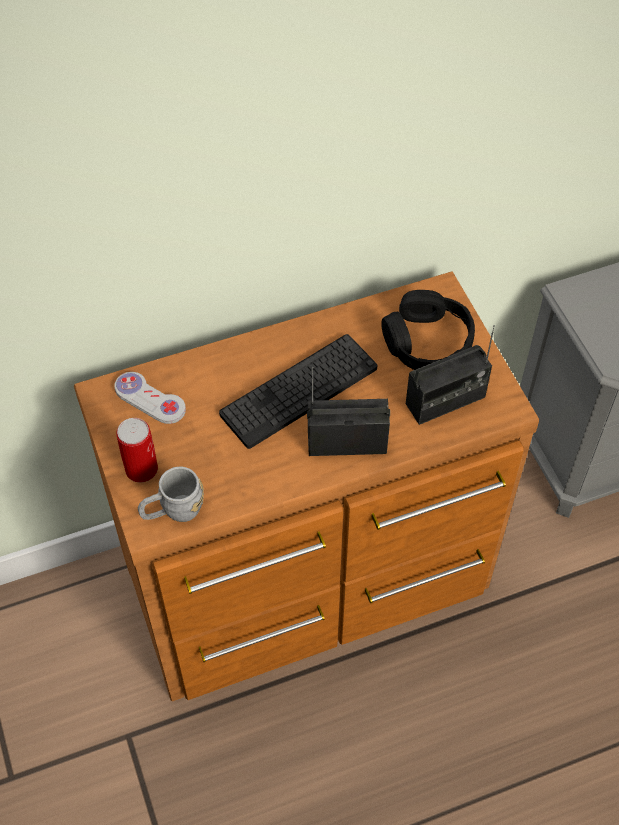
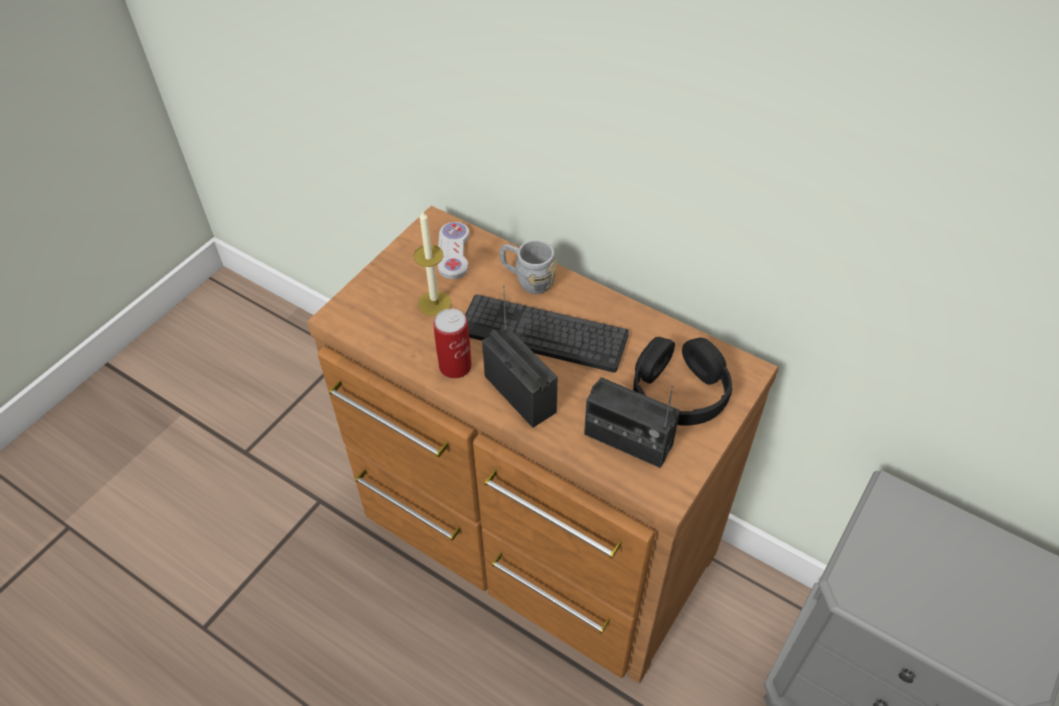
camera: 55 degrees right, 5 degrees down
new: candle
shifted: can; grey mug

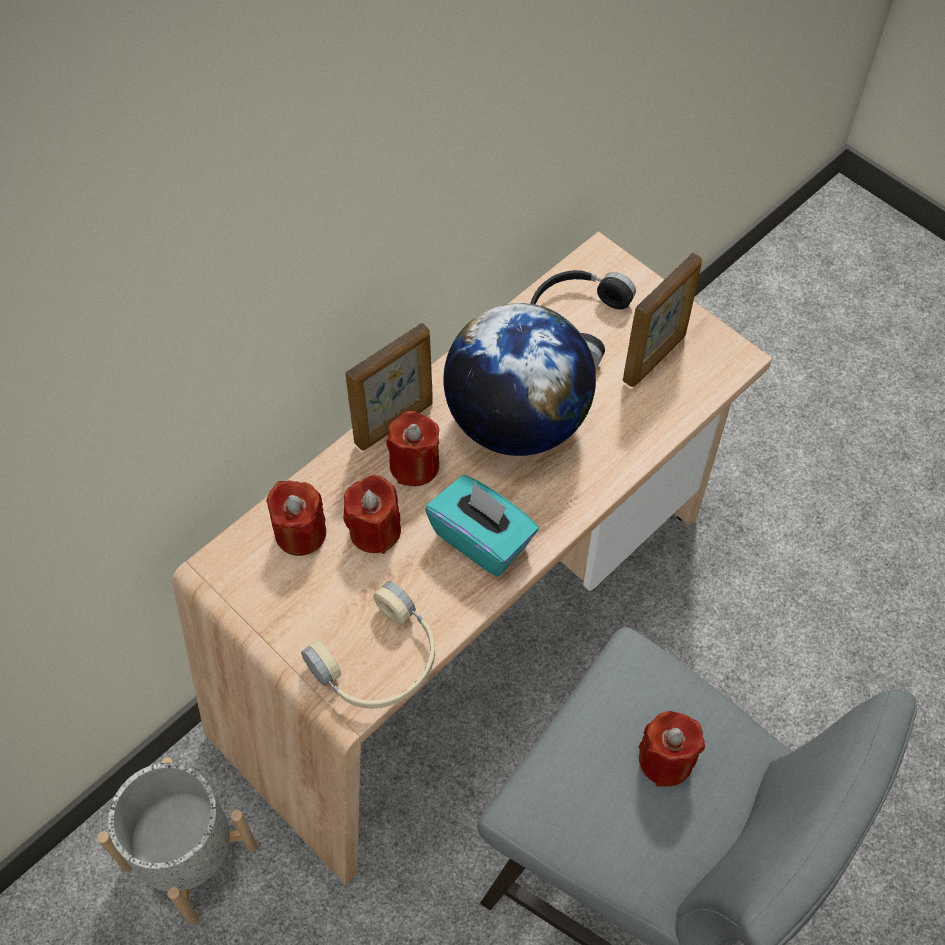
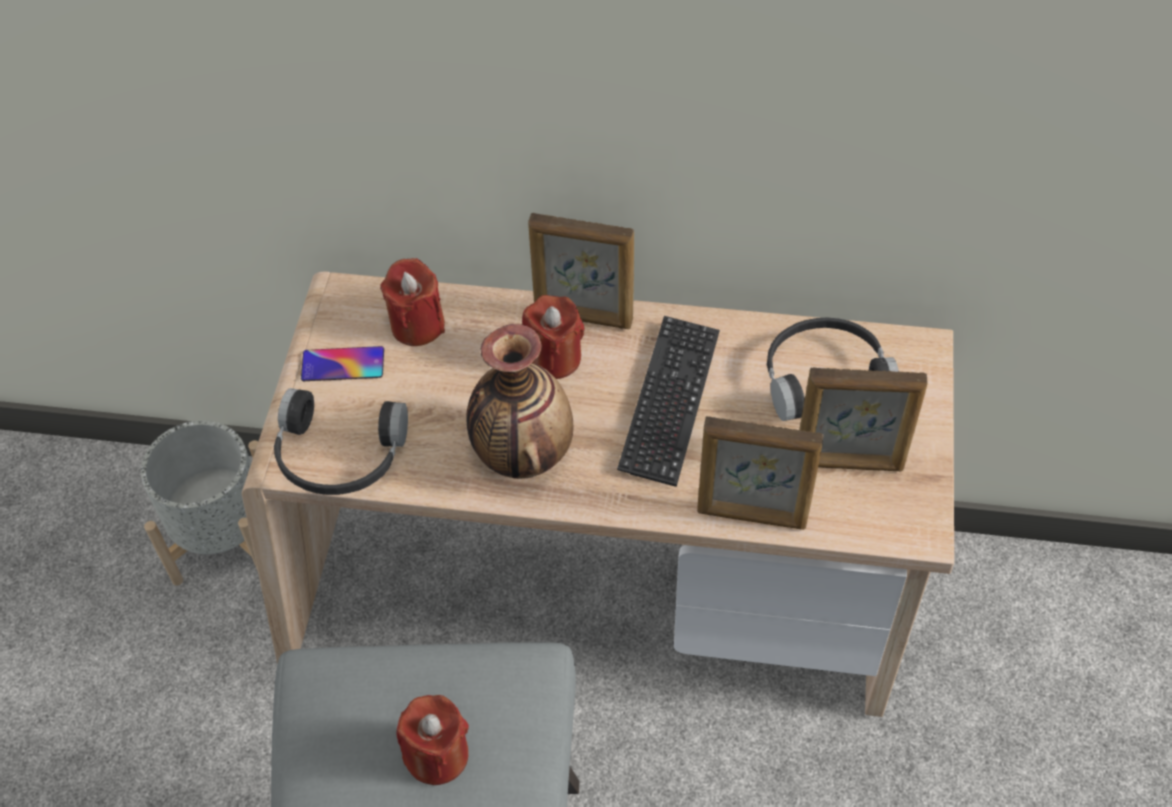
camera: 55 degrees right, 5 degrees down
gone: red candle (no. 2 from left)
new: phone; picture frame (no. 2 from left)
swapped: turquoise tissue box to vase; globe to keyboard
repainted: beige headphones to black headphones (no. 1 from left)

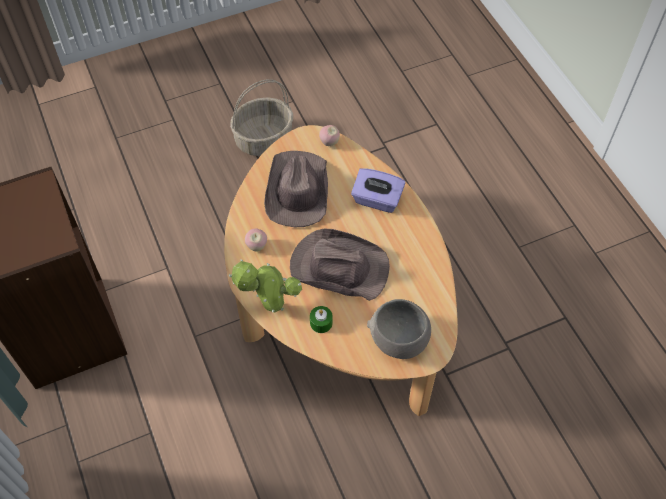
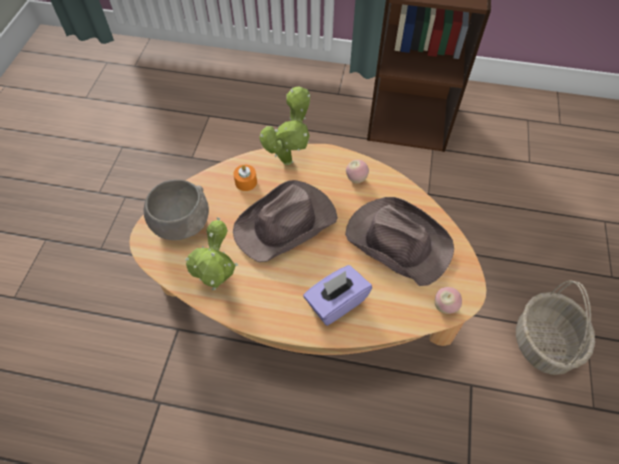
camera: 125 degrees right, 0 degrees up
new: potted plant (no. 1 from left)
repainted: green candle to orange candle

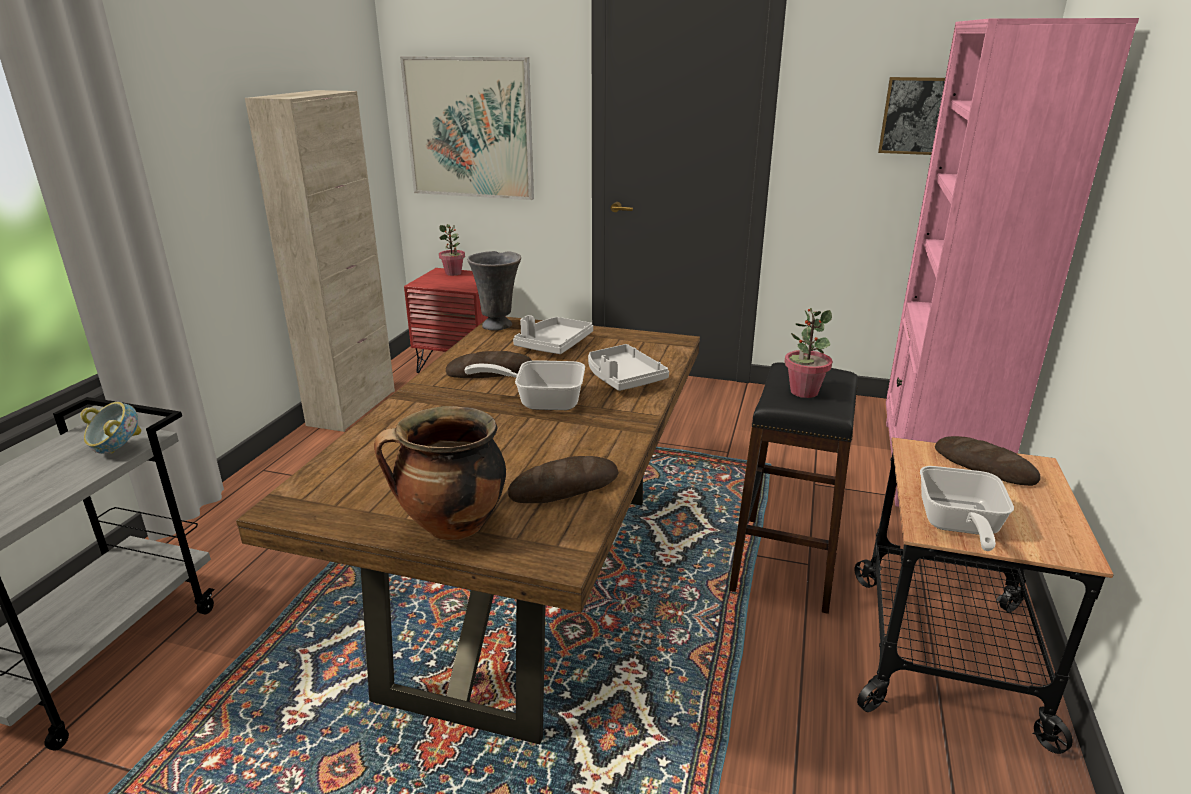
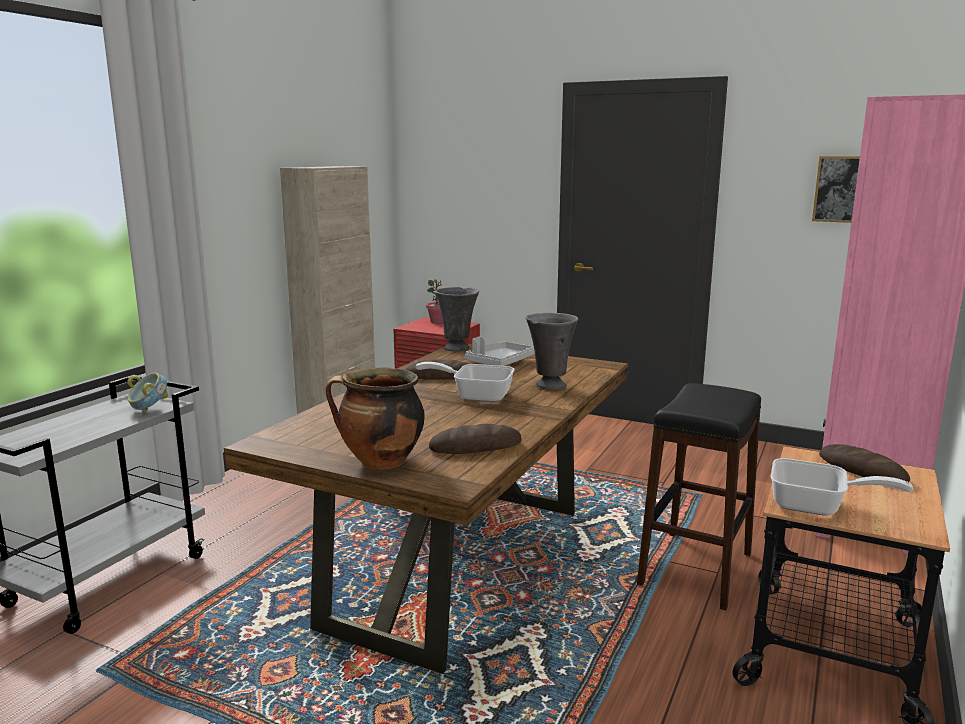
camera: 10 degrees right, 10 degrees down
gone: picture (no. 1 from left); potted plant (no. 2 from left)
swapped: grey tray (no. 2 from left) to grey vase (no. 2 from left)
rotated: frying pan (no. 2 from left) 90 degrees counterclockwise

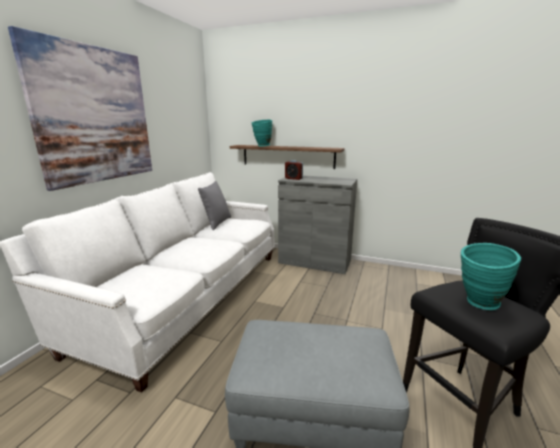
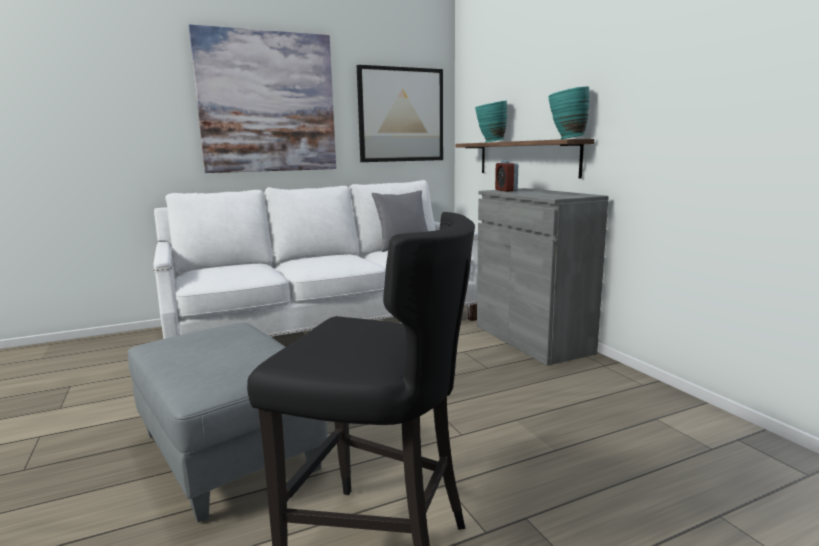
camera: 45 degrees right, 5 degrees down
new: picture (no. 2 from left)
shifted: turquoise vase (no. 2 from left)

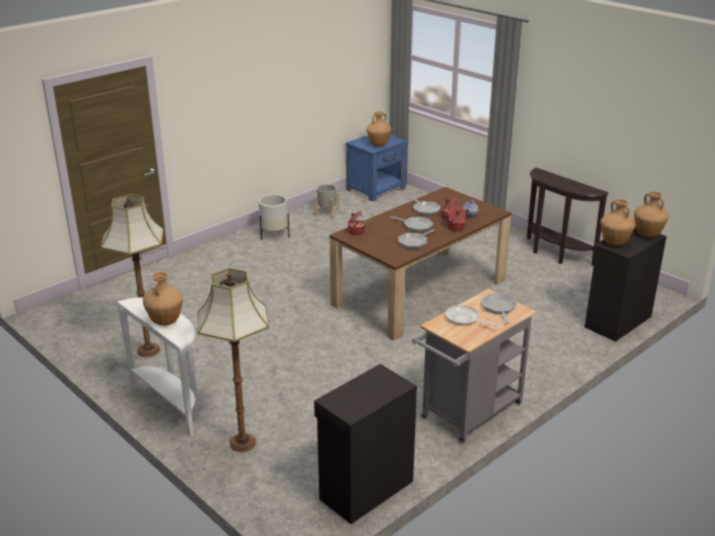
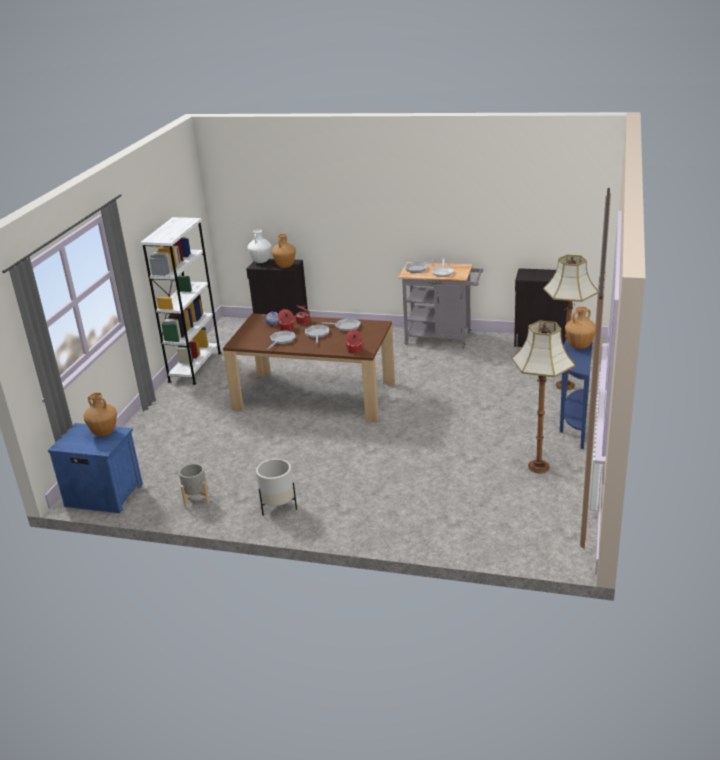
camera: 120 degrees left, 0 degrees up
swapped: brown console table to white bookcase
repainted: white console table to blue console table; brown vase (no. 4 from left) to white vase

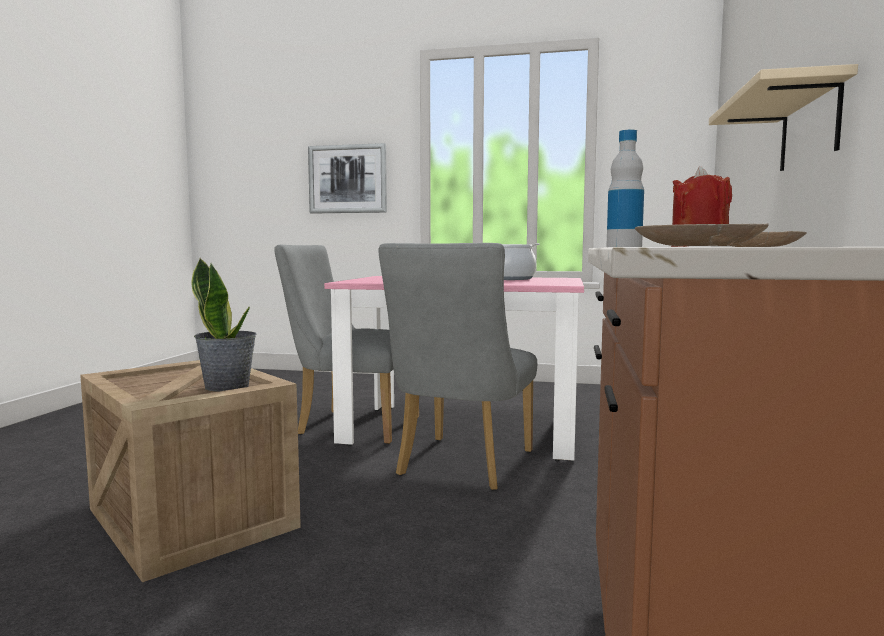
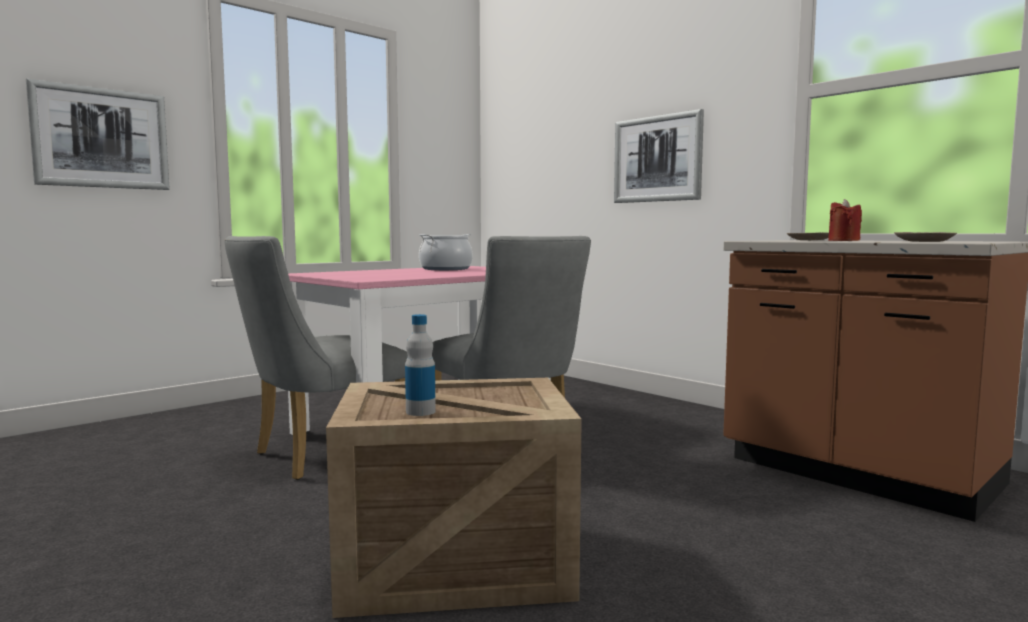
camera: 55 degrees left, 0 degrees up
gone: potted plant
shifted: bottle
swapped: beige shelf to picture (no. 2 from left)

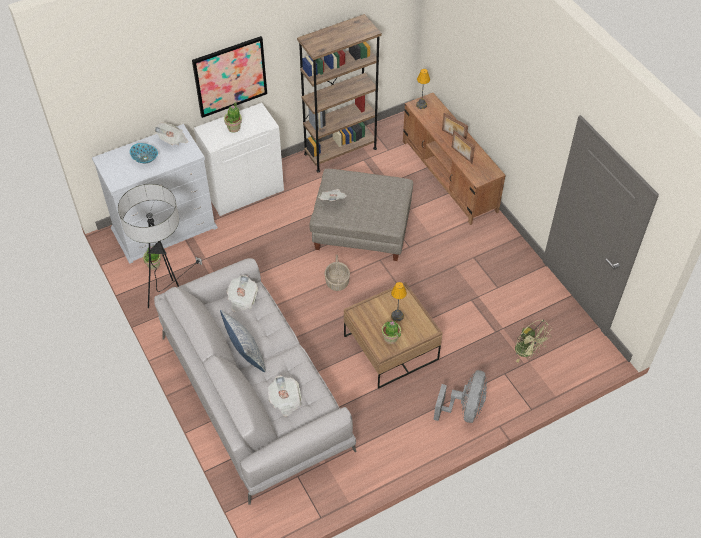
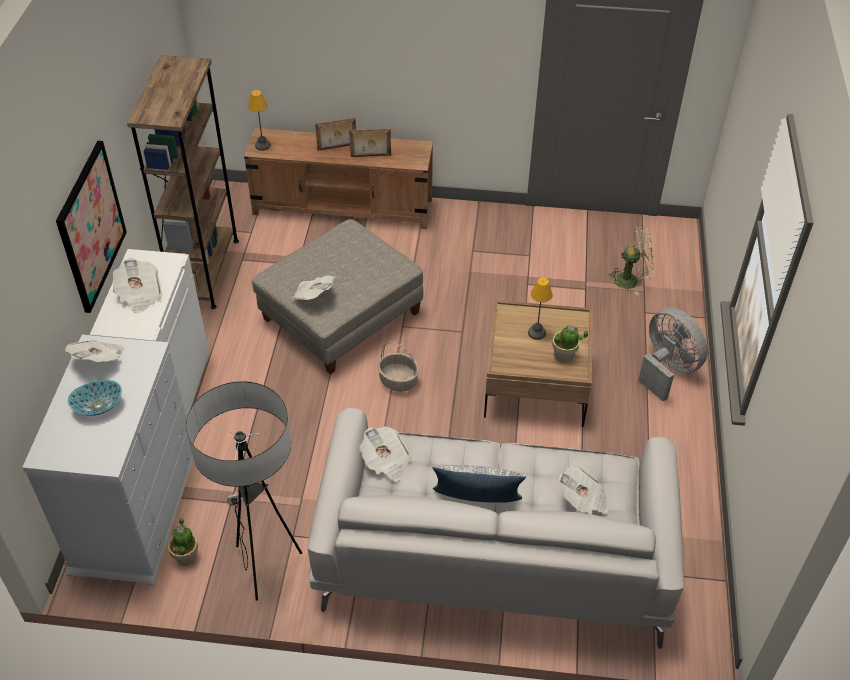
camera: 55 degrees left, 5 degrees down
swapped: potted plant (no. 2 from left) to newspaper (no. 2 from left)

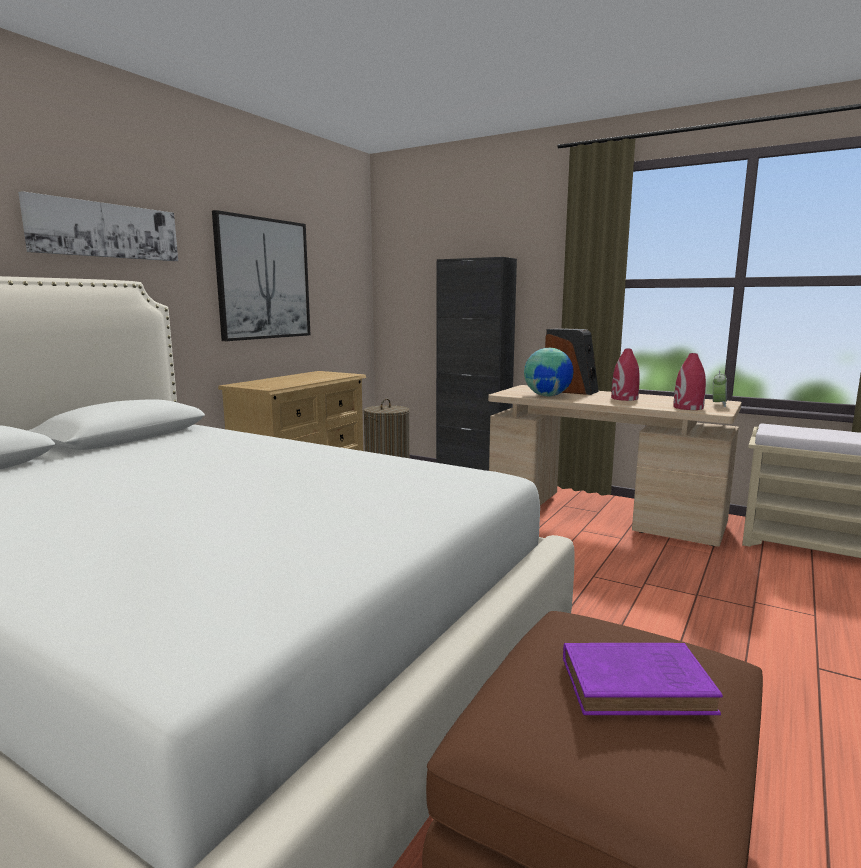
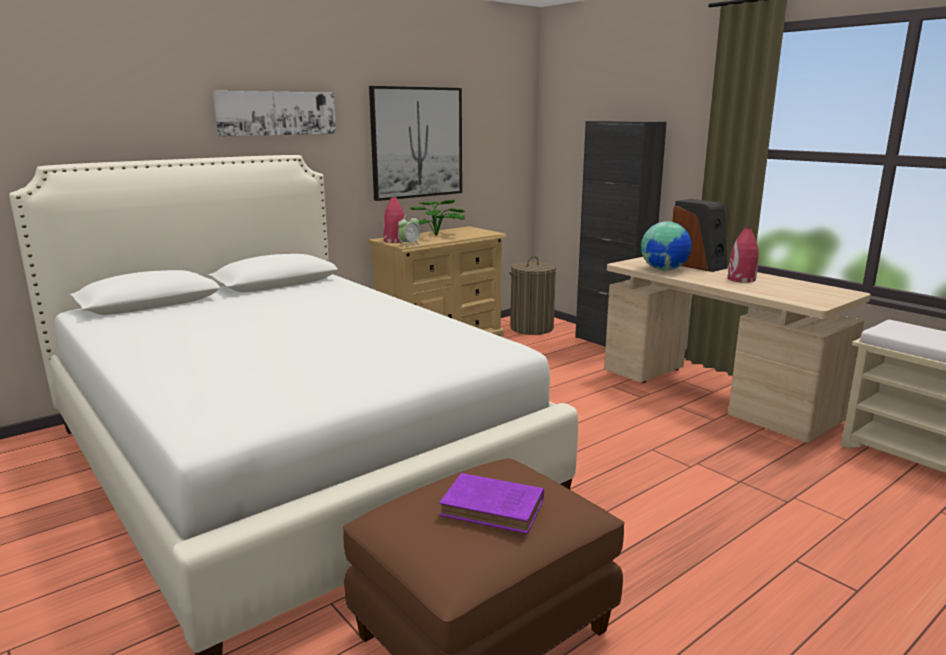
camera: 20 degrees right, 5 degrees up
new: potted plant
shifted: red vase (no. 2 from left in the first image) to red vase (no. 1 from left); alarm clock

